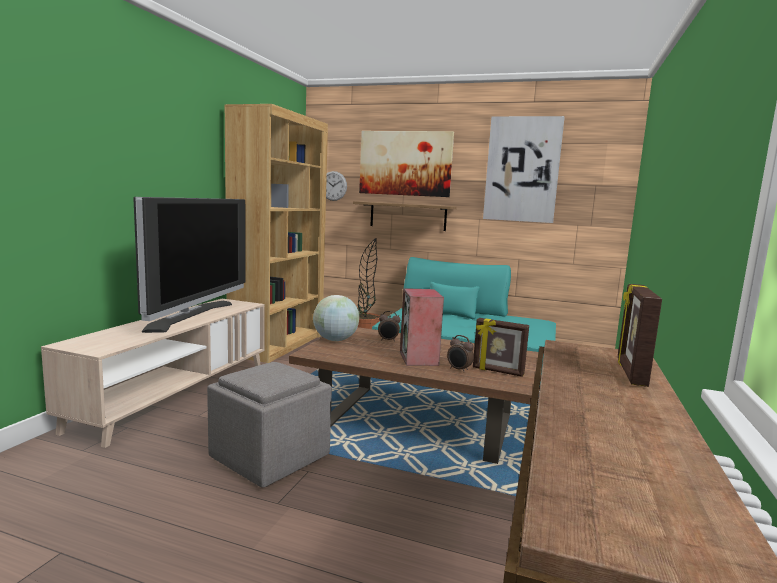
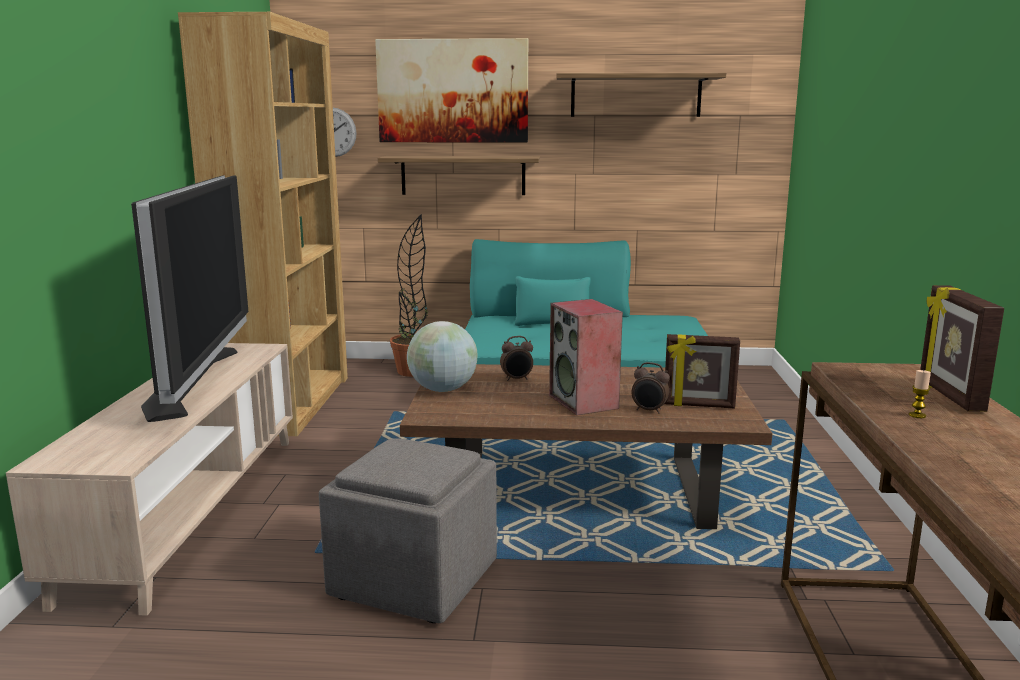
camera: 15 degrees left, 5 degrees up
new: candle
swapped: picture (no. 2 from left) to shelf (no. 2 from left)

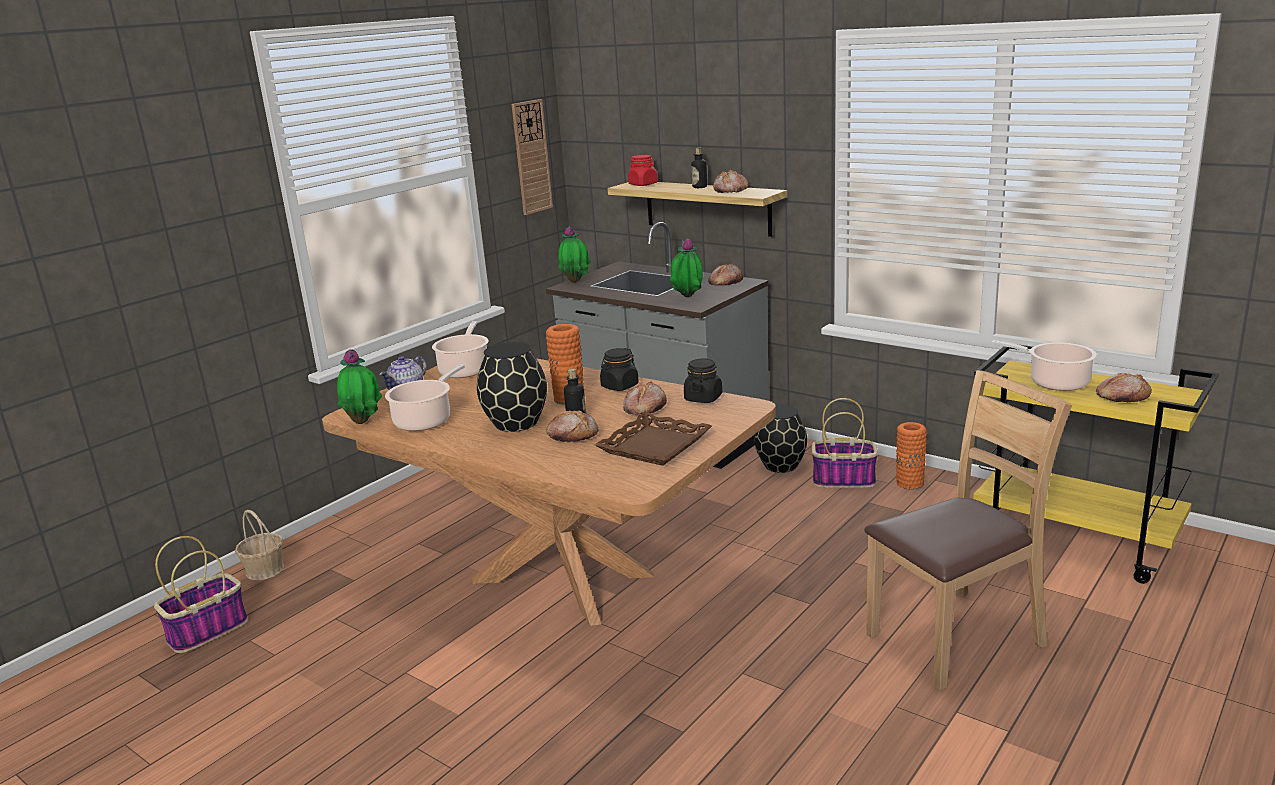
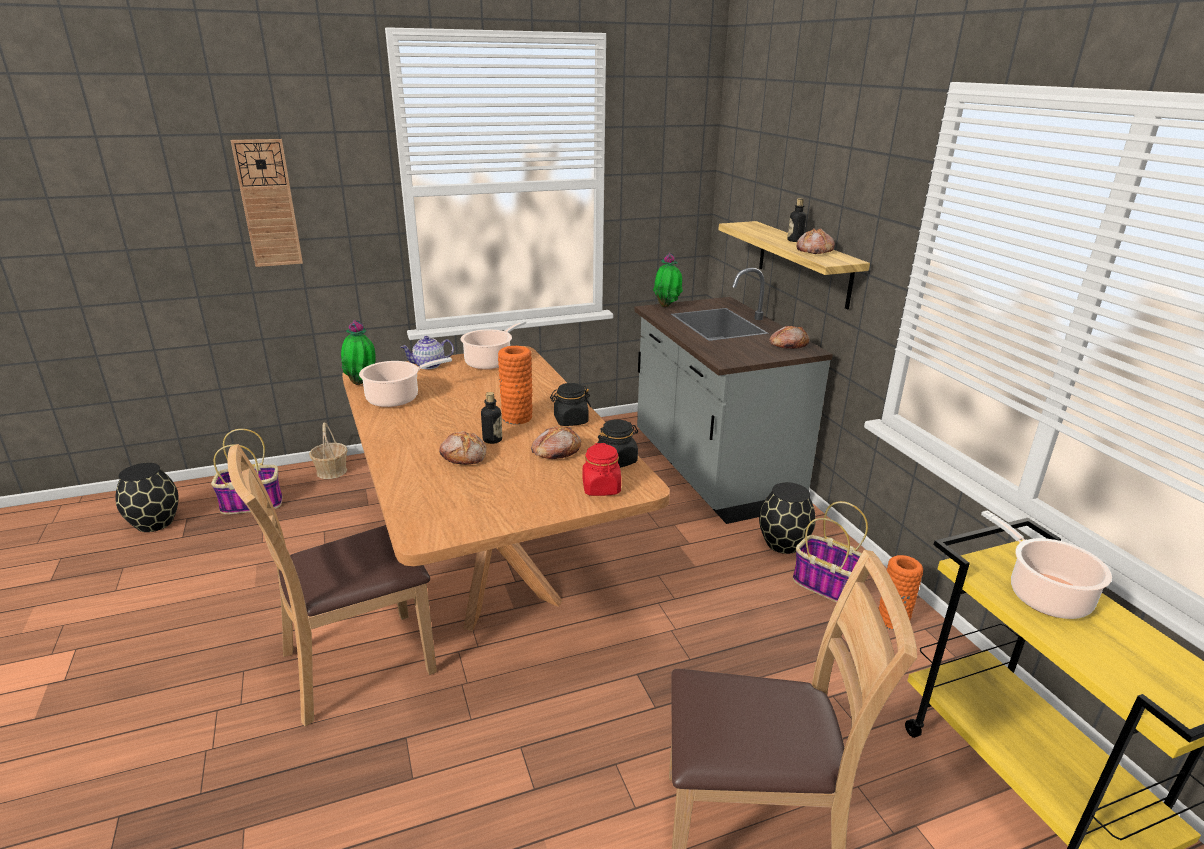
camera: 30 degrees right, 5 degrees up
gone: brown tray; potted plant (no. 3 from left); bread (no. 5 from left)
new: brown chair (no. 1 from left)
shifted: black vase (no. 1 from left); wall clock; red jar

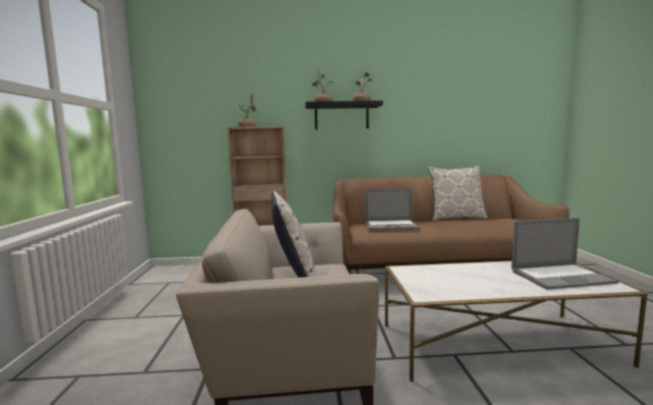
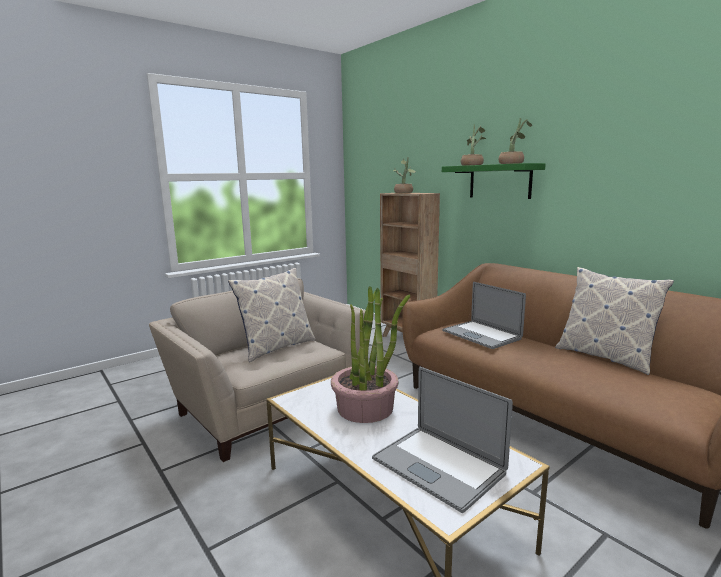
camera: 55 degrees right, 5 degrees up
new: potted plant (no. 1 from left)
repainted: black shelf to green shelf

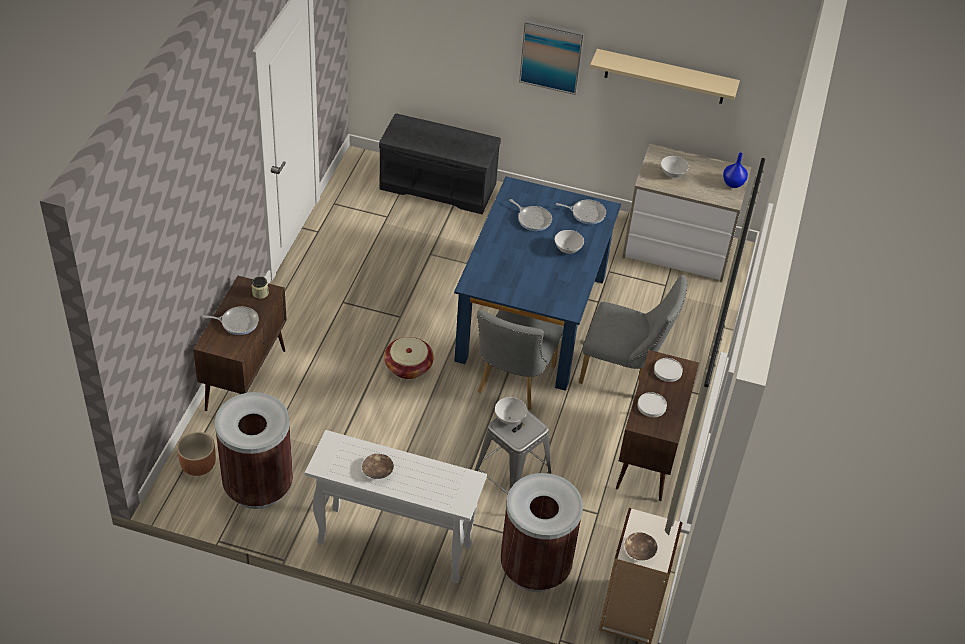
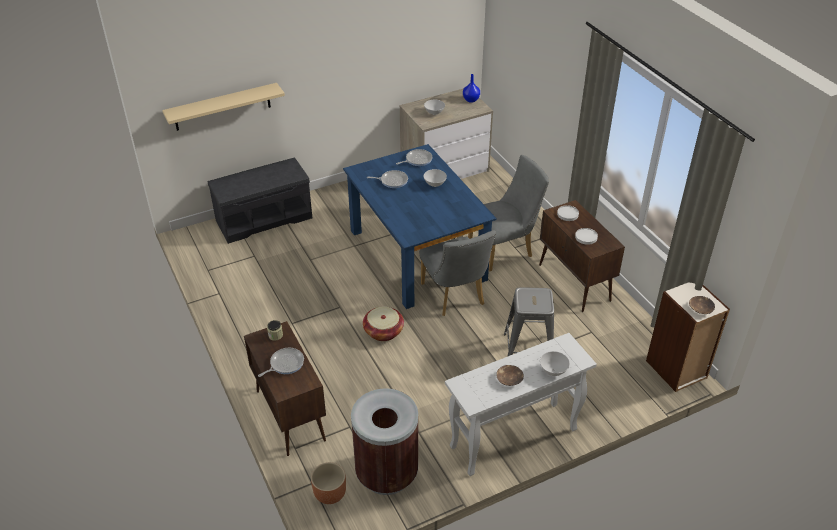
camera: 40 degrees left, 5 degrees down
gone: brown trash can (no. 2 from left); picture
shifted: white bowl (no. 1 from left in the first image) to white bowl (no. 3 from left); beige shelf

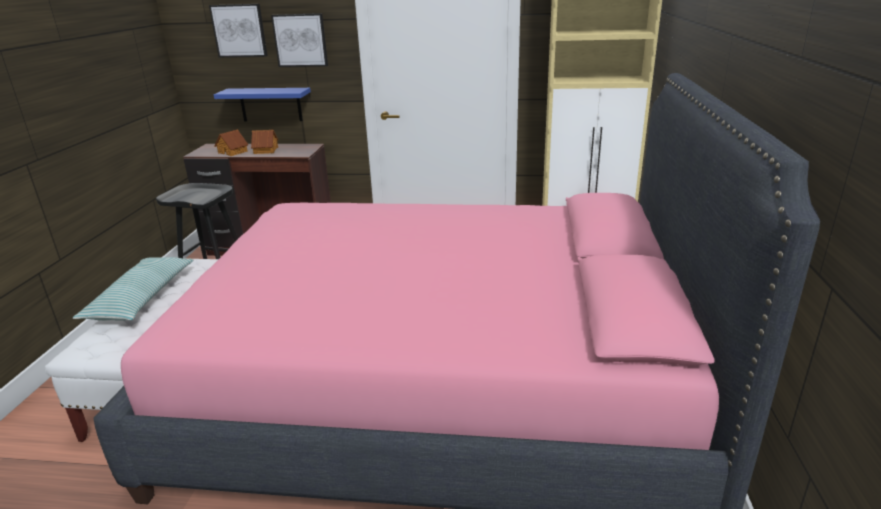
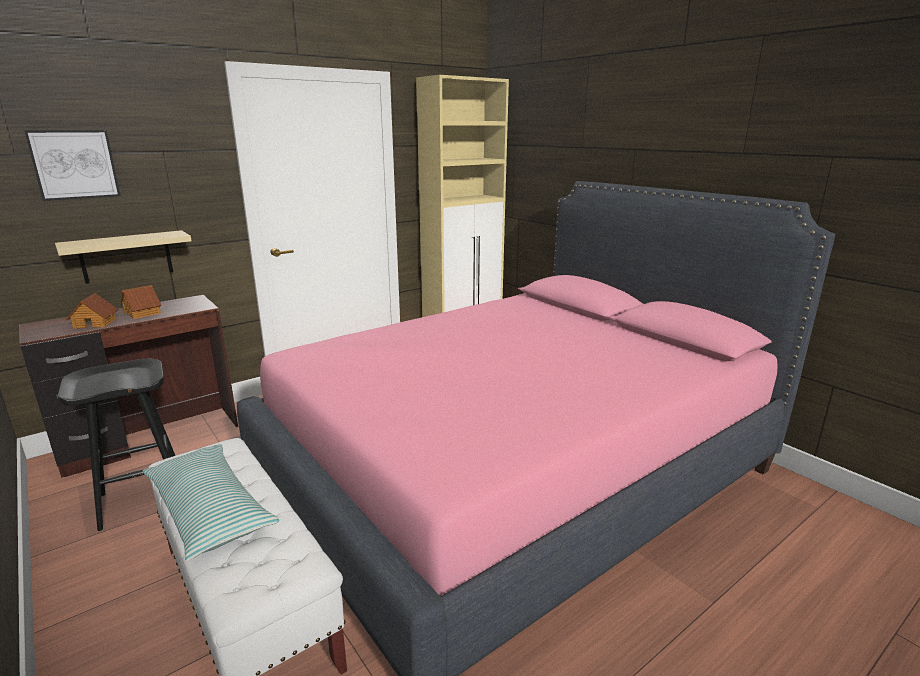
camera: 45 degrees left, 5 degrees down
gone: picture (no. 2 from left)
repainted: blue shelf to beige shelf

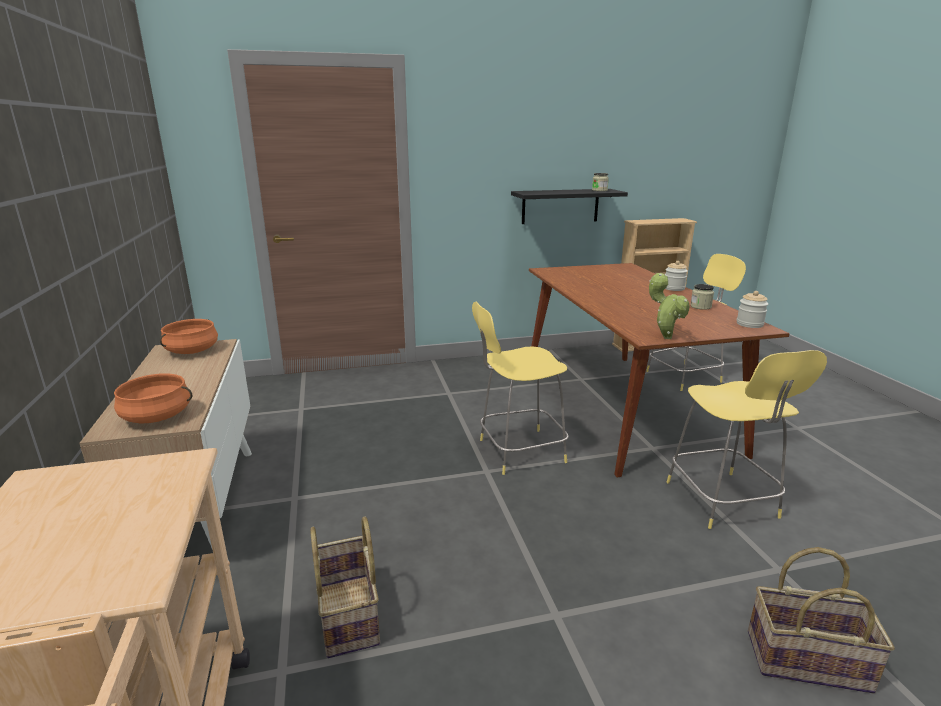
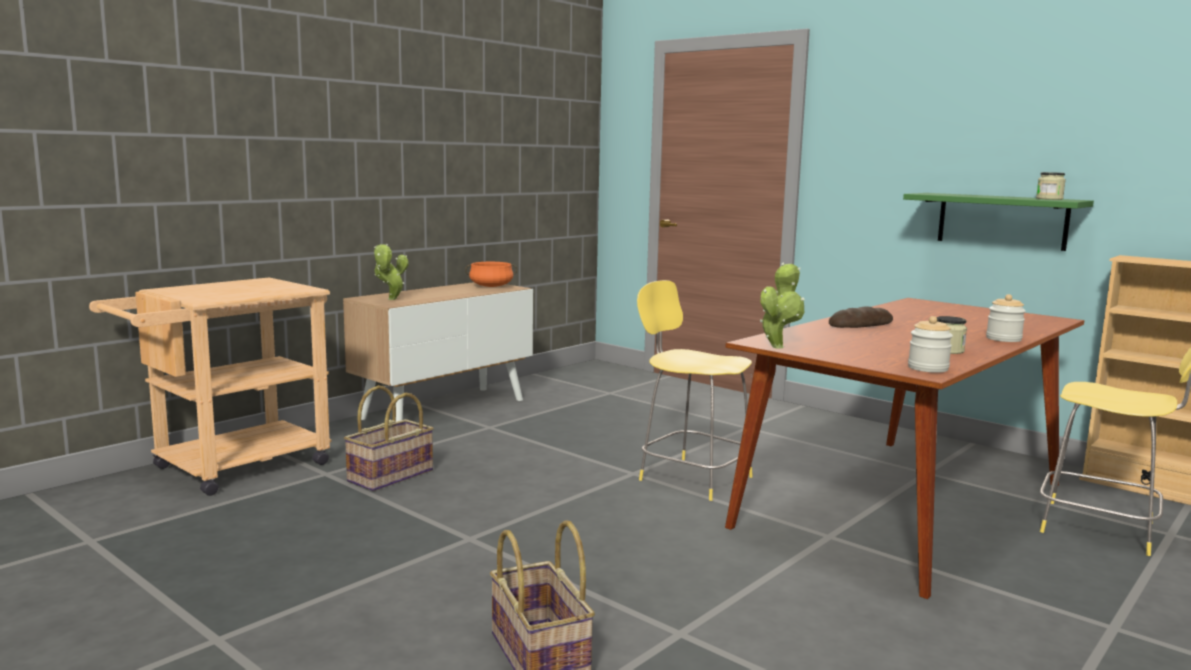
camera: 55 degrees right, 10 degrees down
gone: yellow stool (no. 3 from left)
new: bread
swapped: orange cooking pot (no. 1 from left) to potted plant (no. 1 from left)
repainted: black shelf to green shelf

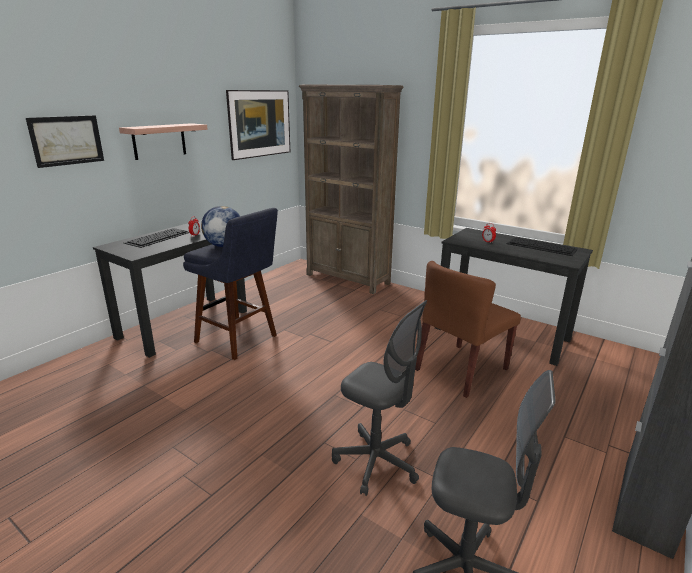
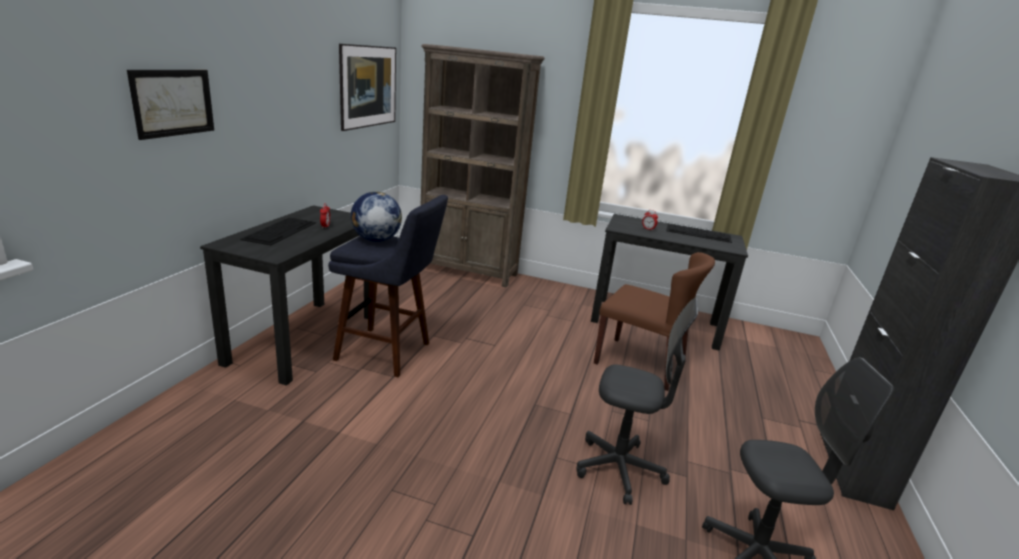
camera: 20 degrees left, 0 degrees up
gone: shelf
rotated: brown chair 90 degrees counterclockwise

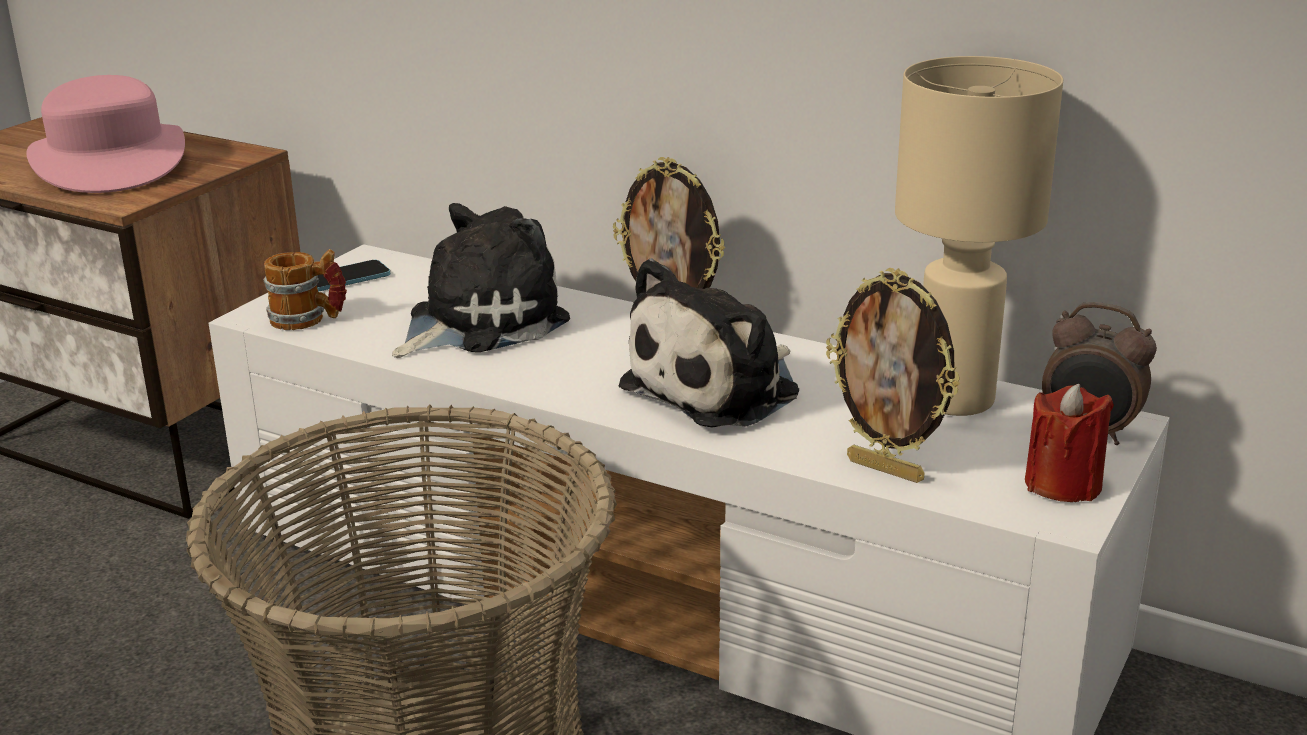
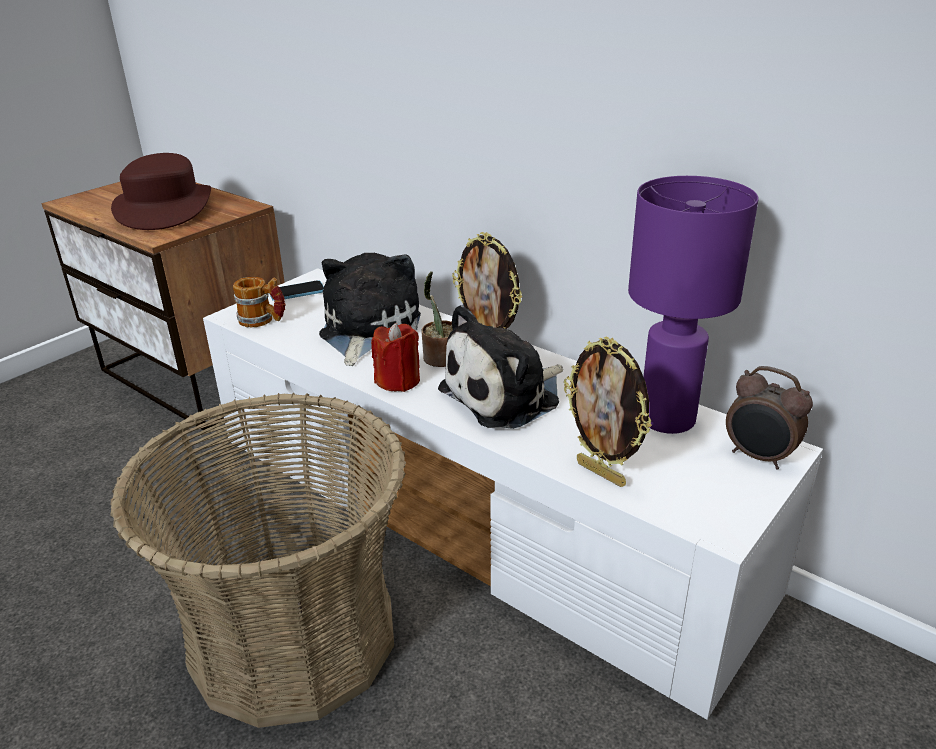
camera: 10 degrees right, 5 degrees up
new: potted plant
shifted: red candle
repainted: pink hat to brown hat; beige table lamp to purple table lamp
rotated: plush toy (no. 1 from left) 45 degrees counterclockwise

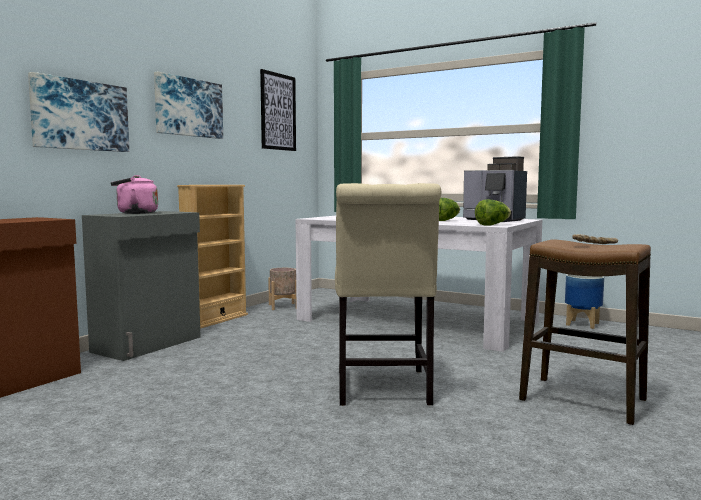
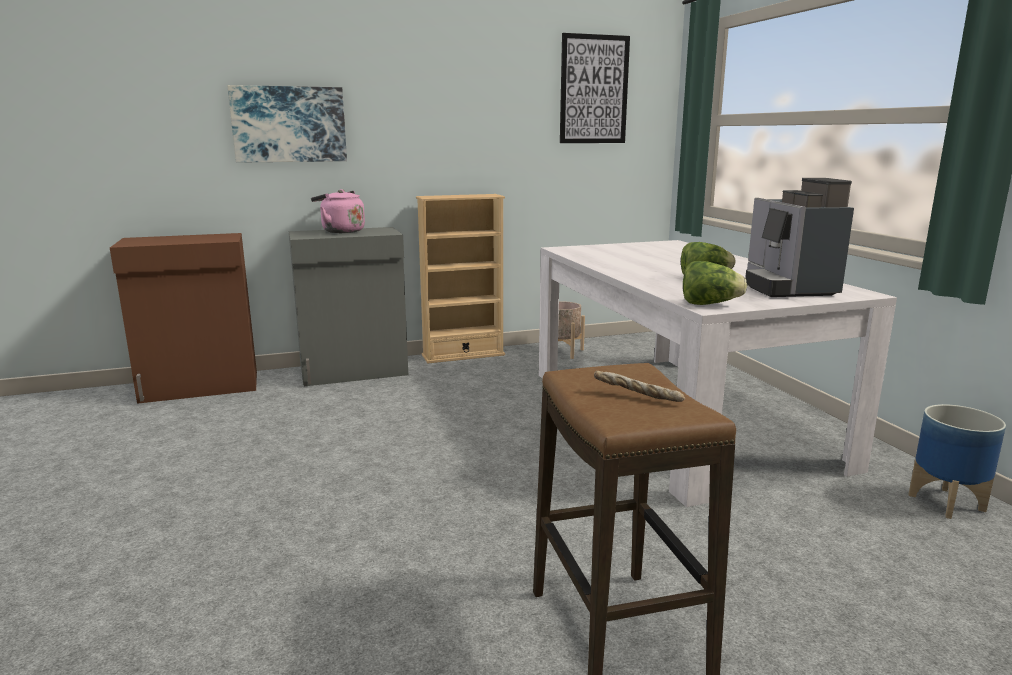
camera: 40 degrees right, 10 degrees up
gone: picture (no. 2 from left); beige chair

